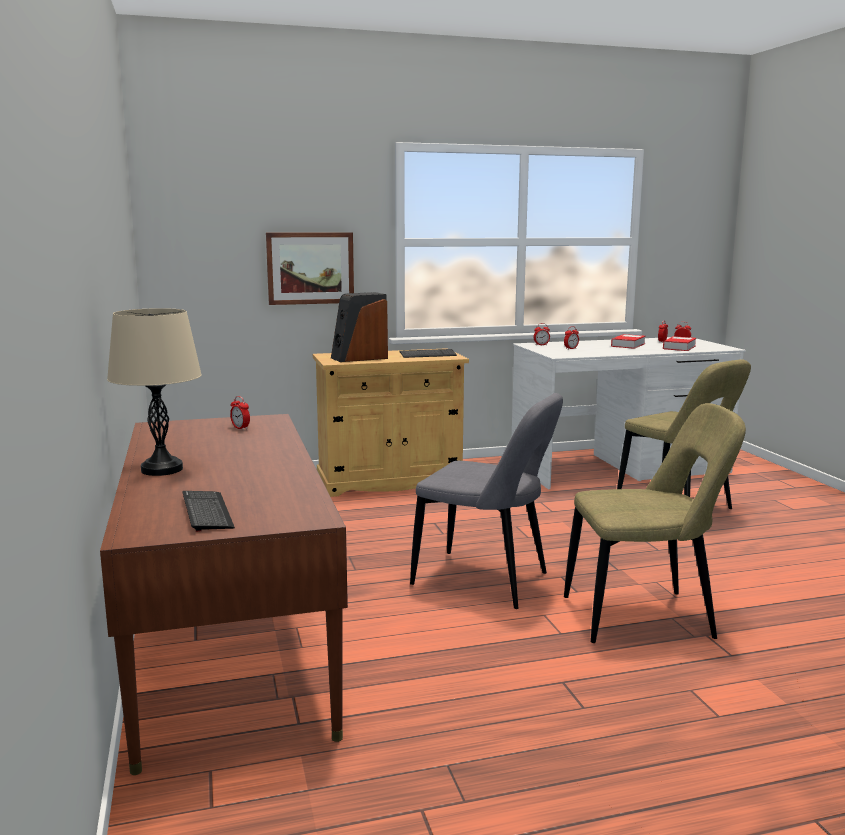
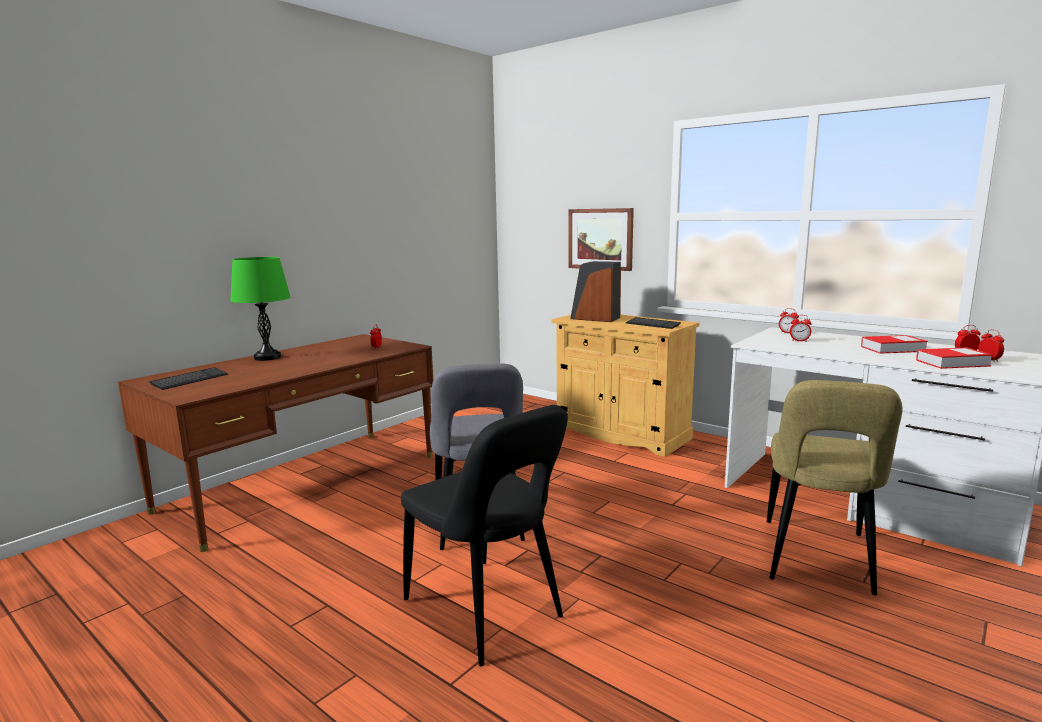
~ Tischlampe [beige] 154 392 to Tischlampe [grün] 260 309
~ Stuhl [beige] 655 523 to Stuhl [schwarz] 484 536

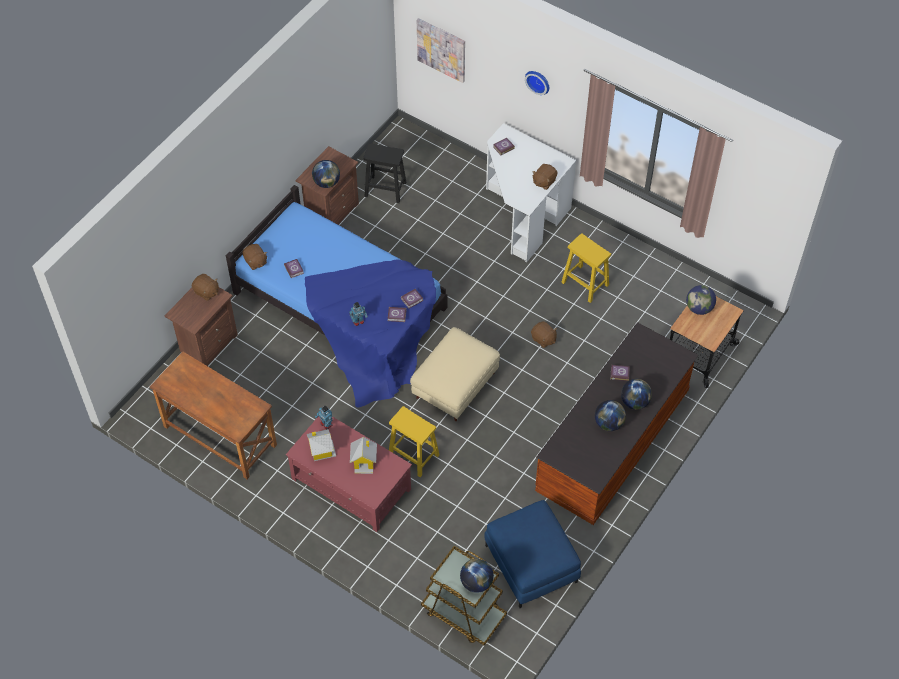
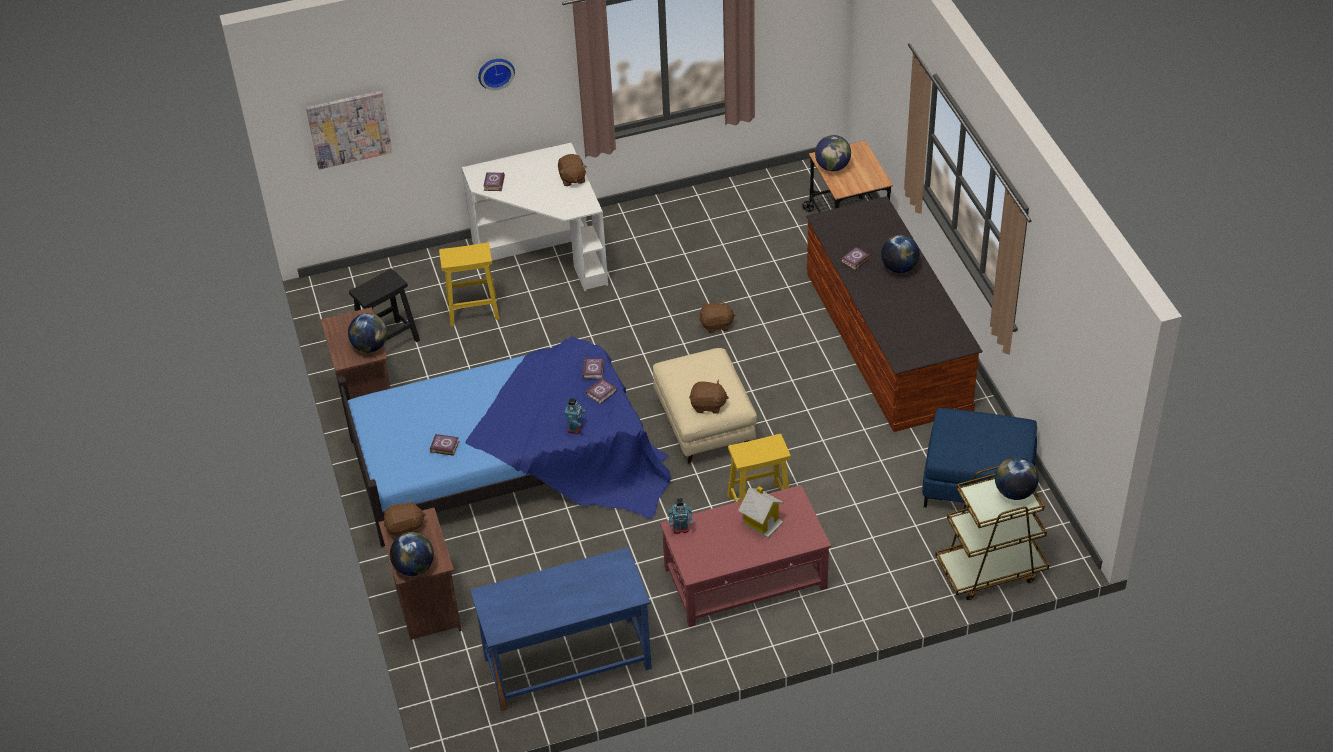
~ Schreibtisch [braun] 213 415 to Schreibtisch [blau] 561 629
~ Plüschtier [braun] 255 257 to 709 397
- Spielzeughaus 321 445
~ Hocker [gelb] 586 268 to 469 284
~ Globus 610 415 to 412 554

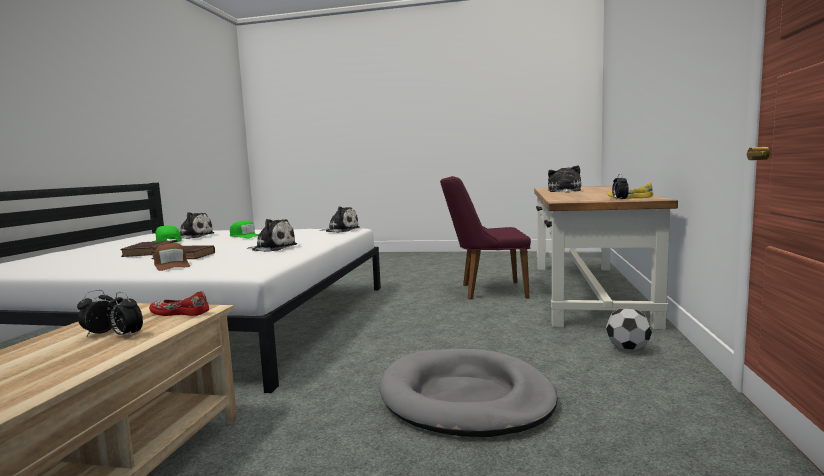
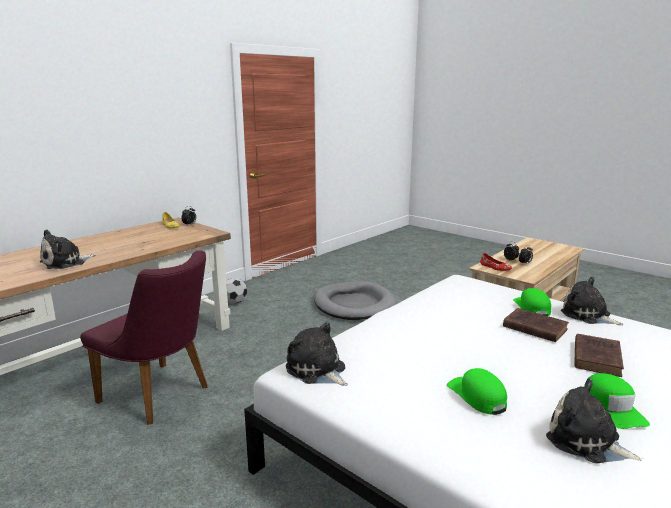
~ Kappe [braun] 172 257 to Kappe [grün] 532 302
~ Plüschtier 271 235 to 592 301

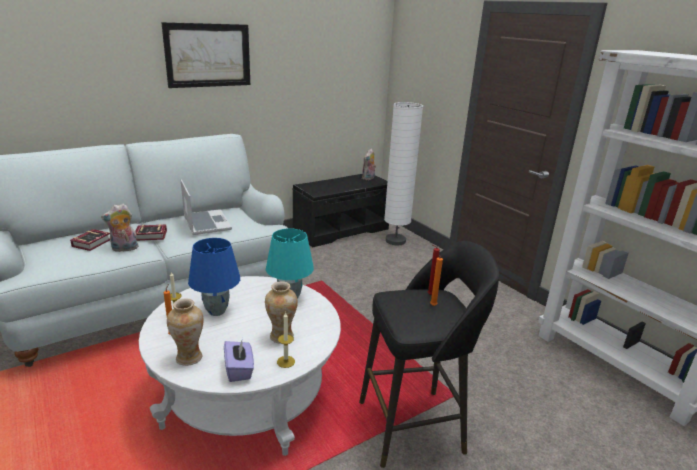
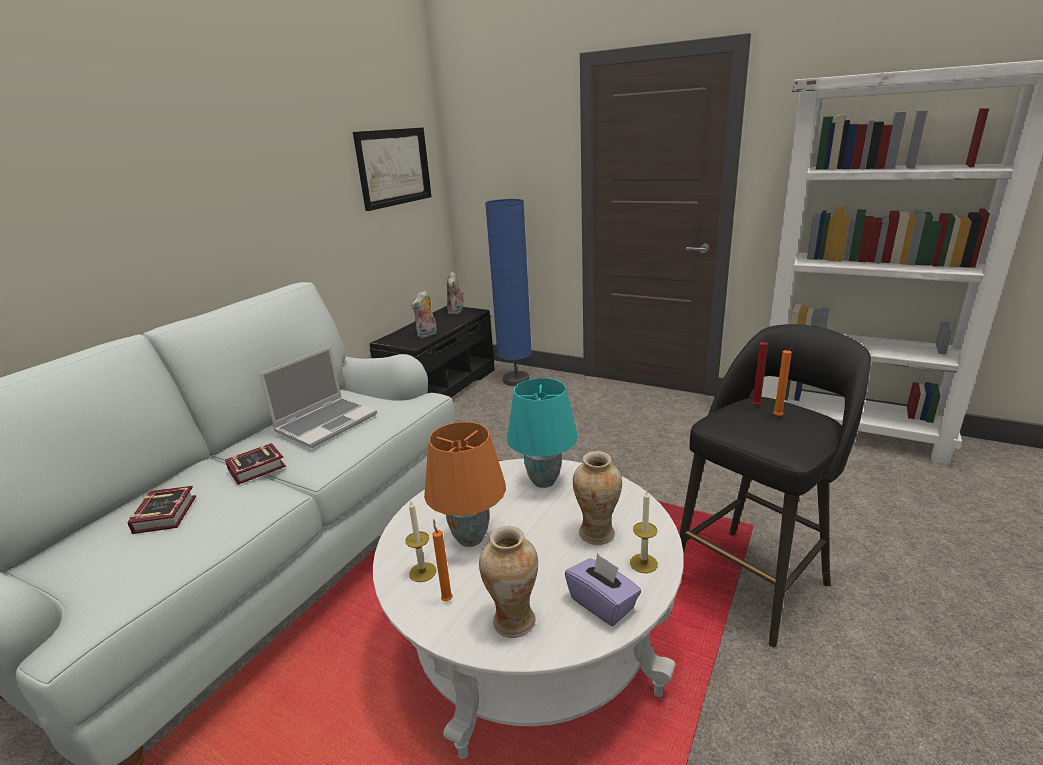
~ Plüschtier 120 228 to 424 314
~ Bild 205 55 to 392 169
~ Laptop 206 207 = 318 397 90 degrees clockwise
~ Tischlampe [blau] 214 277 to Tischlampe [orange] 465 484
~ Stehlampe [weiß] 403 173 to Stehlampe [blau] 508 292

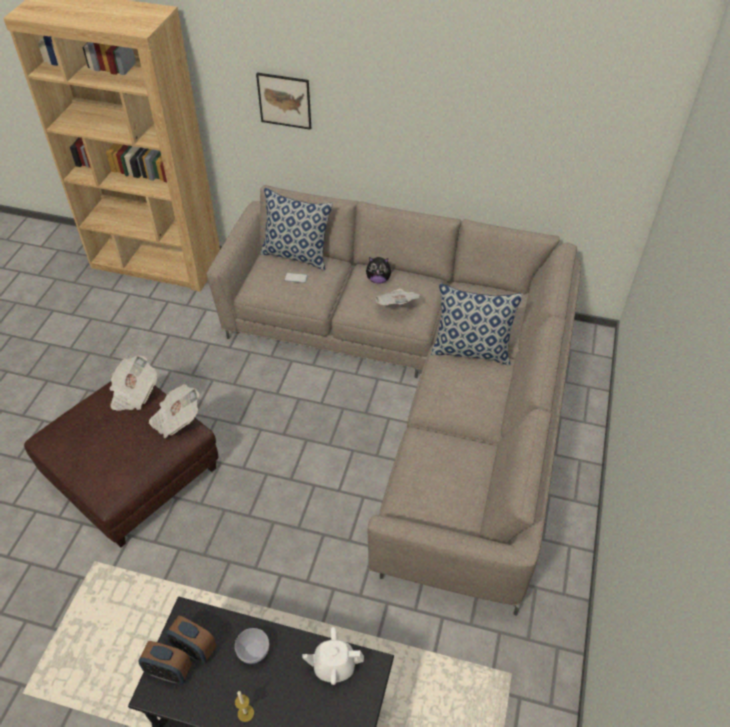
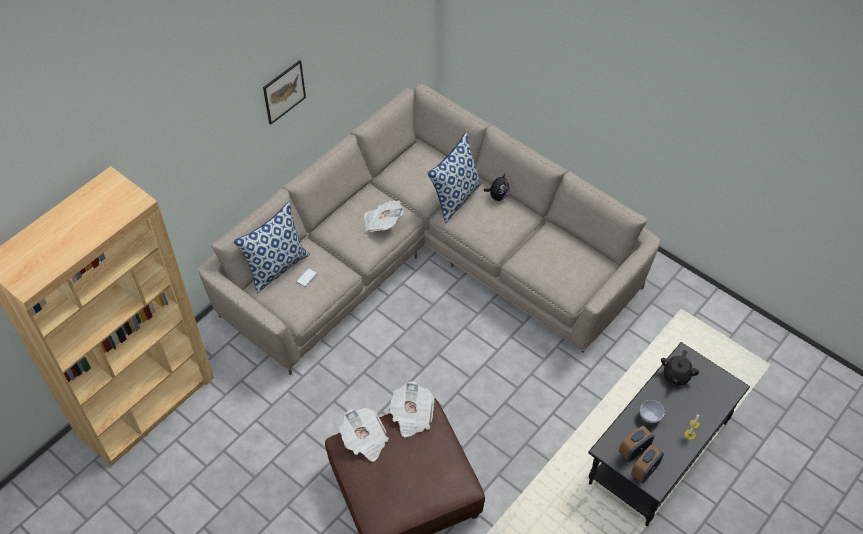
~ Bild 283 101 to 284 92
~ Teekanne [weiß] 333 656 to Teekanne [schwarz] 680 367
~ Plüschtier 379 270 to 497 187

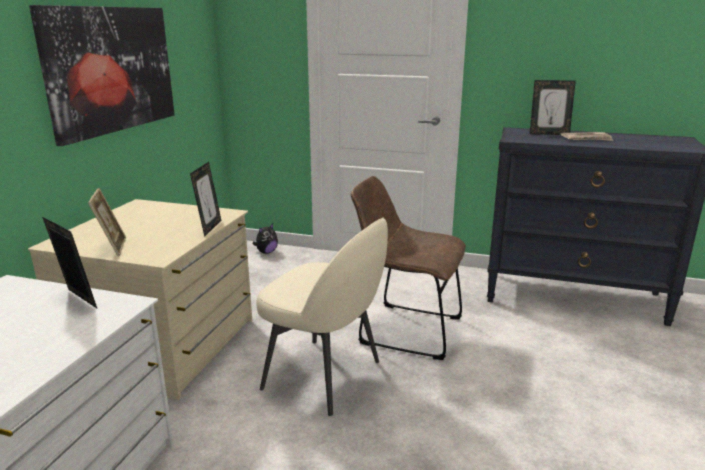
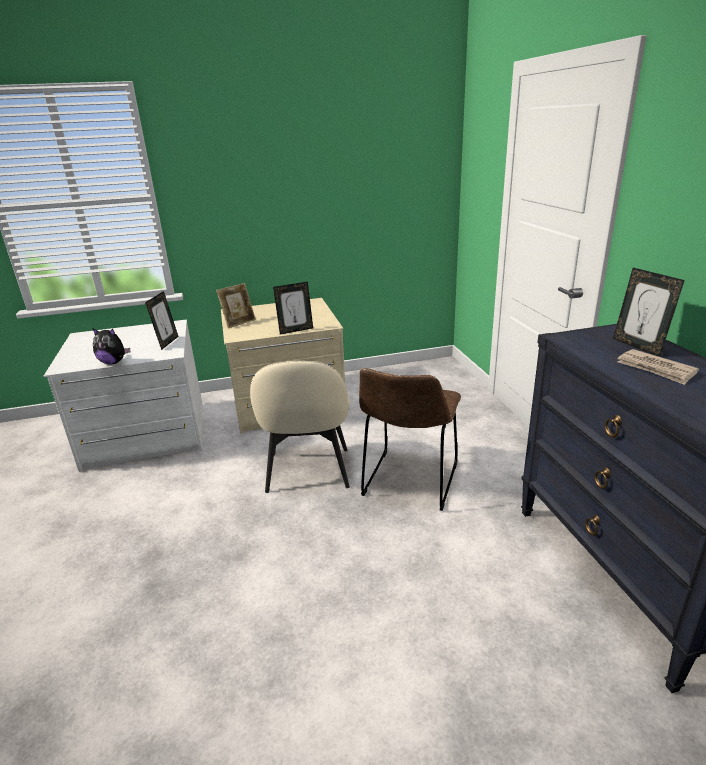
- Bild 102 75
~ Plüschtier 265 239 to 111 346
~ Stuhl [braun] 408 268 = 410 439 150 degrees counterclockwise

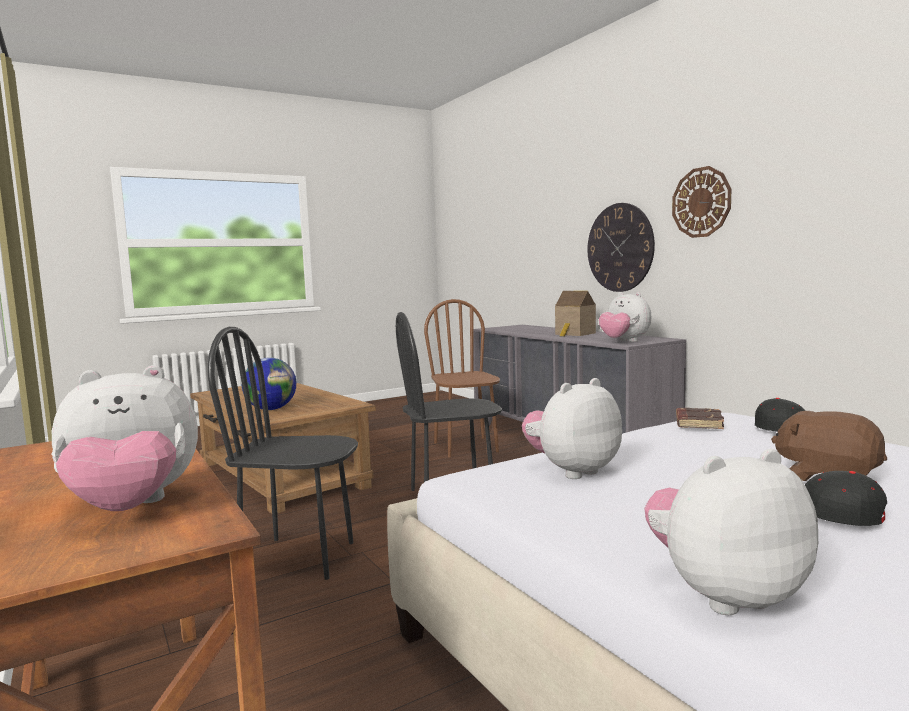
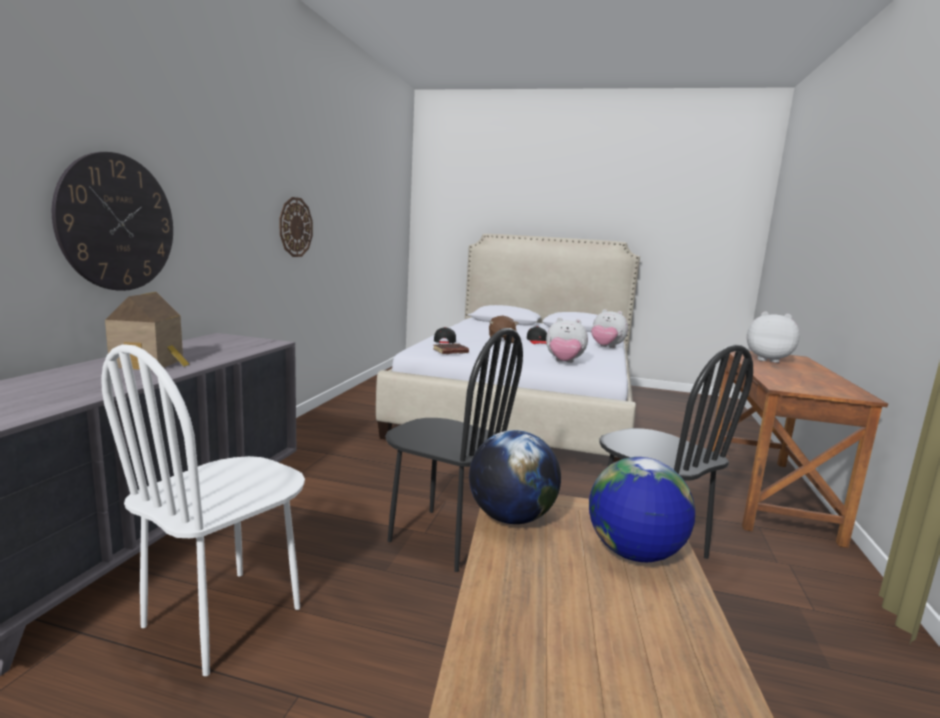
~ Stuhl [braun] 462 378 to Stuhl [weiß] 203 510
- Plüschtier 625 317
~ Wanduhr 701 202 to 296 227
+ Globus 515 477

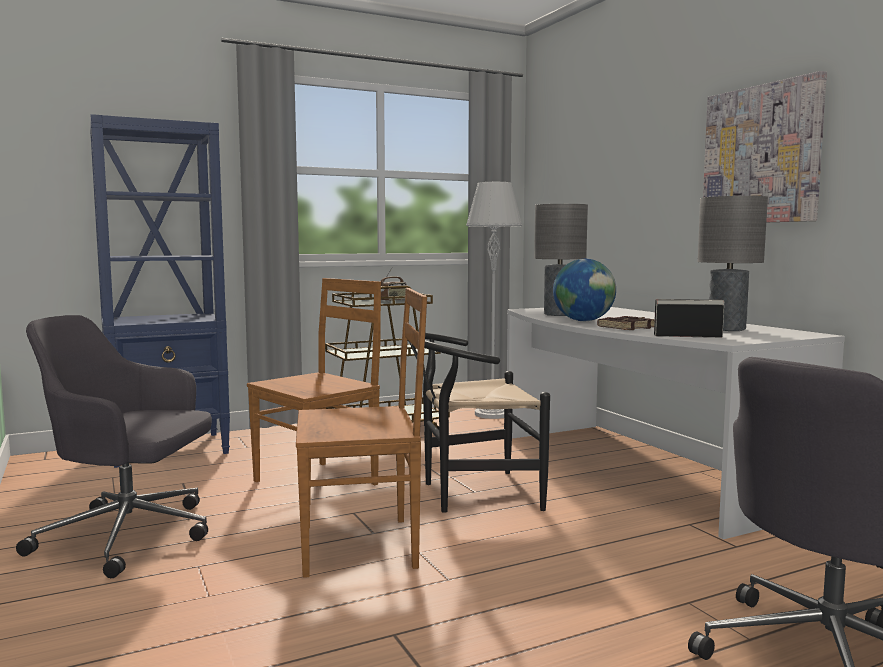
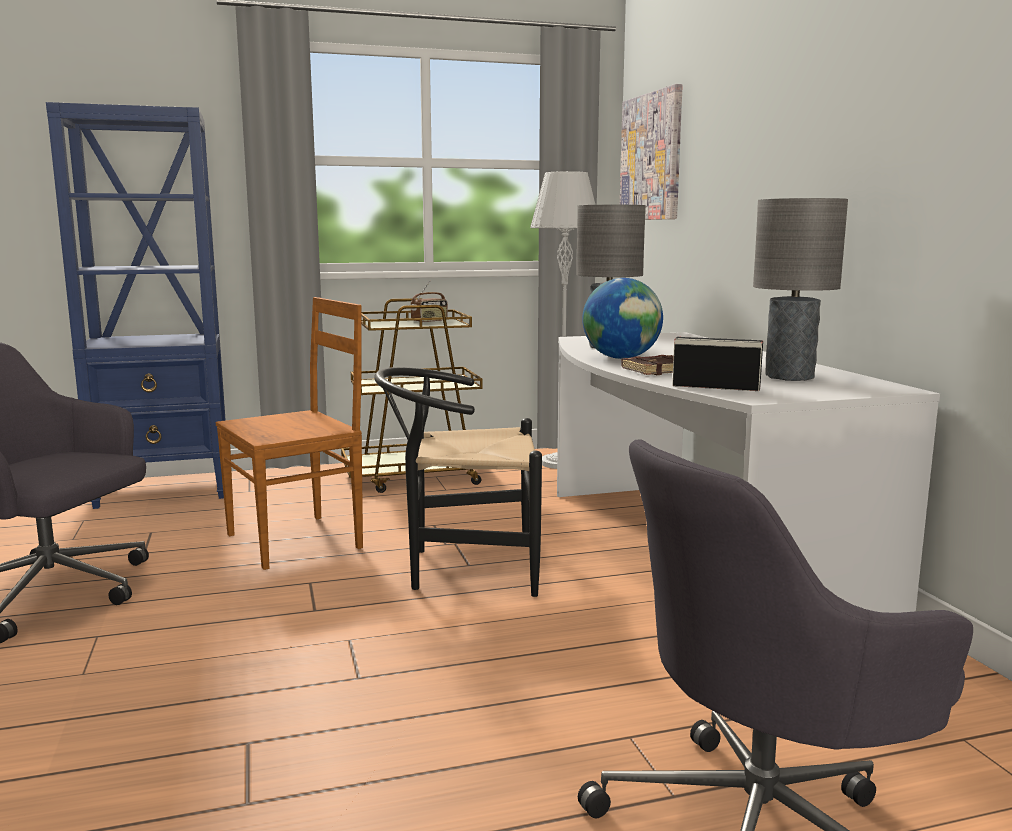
- Stuhl [braun] 361 433
~ Bild 765 146 to 651 152

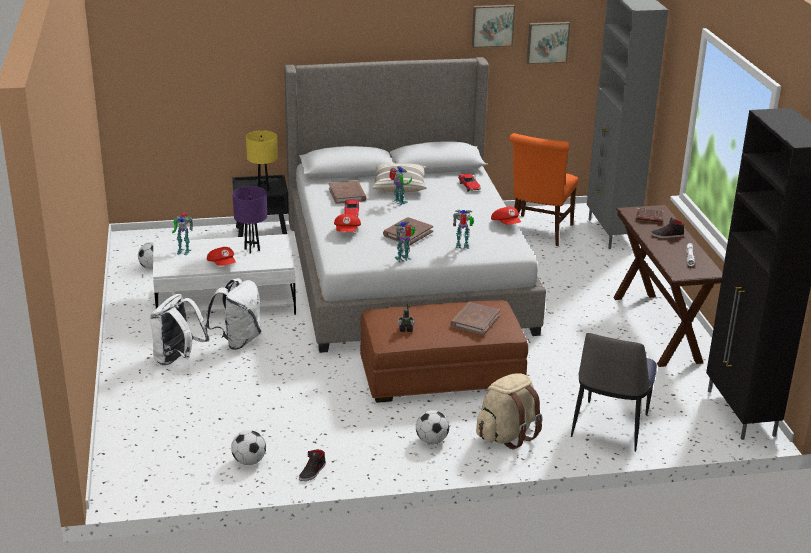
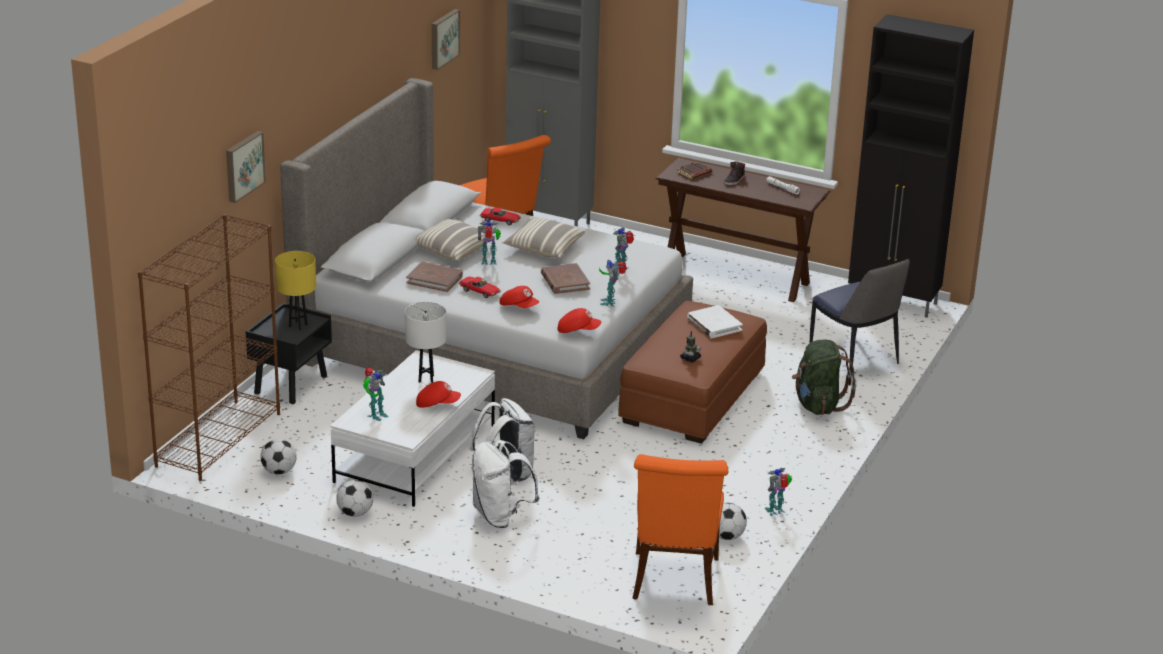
~ Tischlampe [lila] 249 220 to Tischlampe [weiß] 425 342
~ Schuh [schwarz] 312 465 to Spielzeugroboter 778 492
~ Fußball 432 427 to 354 498
~ Buch [braun] 475 318 to Buch [weiß] 715 321
~ Bild 493 26 to 246 167
~ Rucksack [beige] 509 411 to Rucksack [grün] 824 377
~ Kappe [rot] 506 216 to 579 320
+ Bücherregal [braun] 209 347
+ Kissen 543 238
+ Stuhl [orange] 680 529

